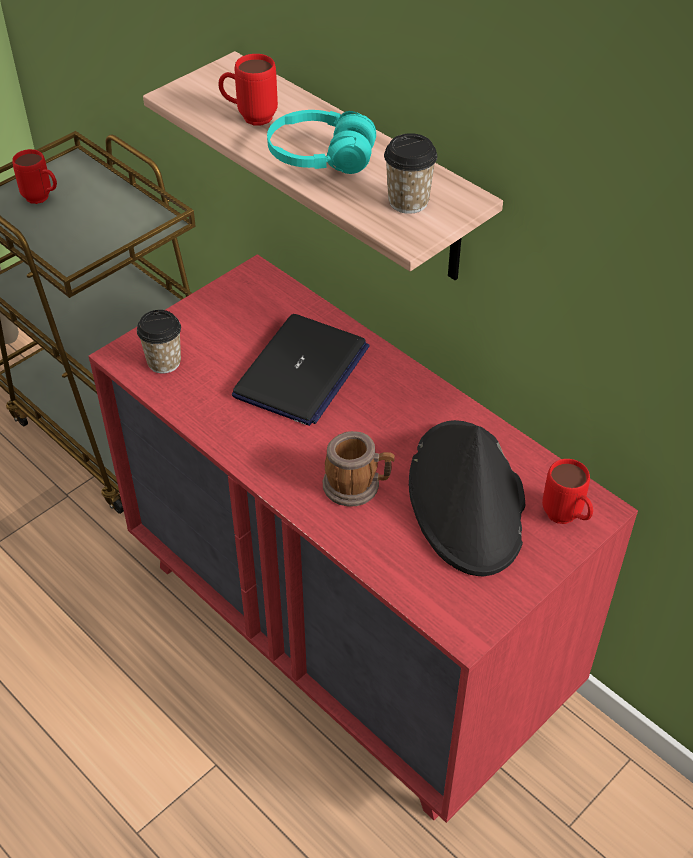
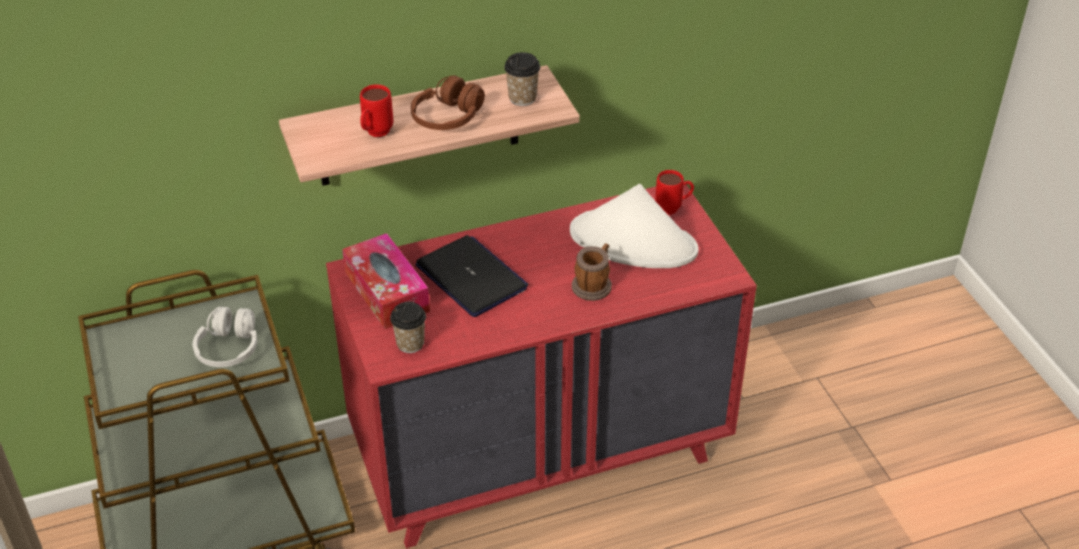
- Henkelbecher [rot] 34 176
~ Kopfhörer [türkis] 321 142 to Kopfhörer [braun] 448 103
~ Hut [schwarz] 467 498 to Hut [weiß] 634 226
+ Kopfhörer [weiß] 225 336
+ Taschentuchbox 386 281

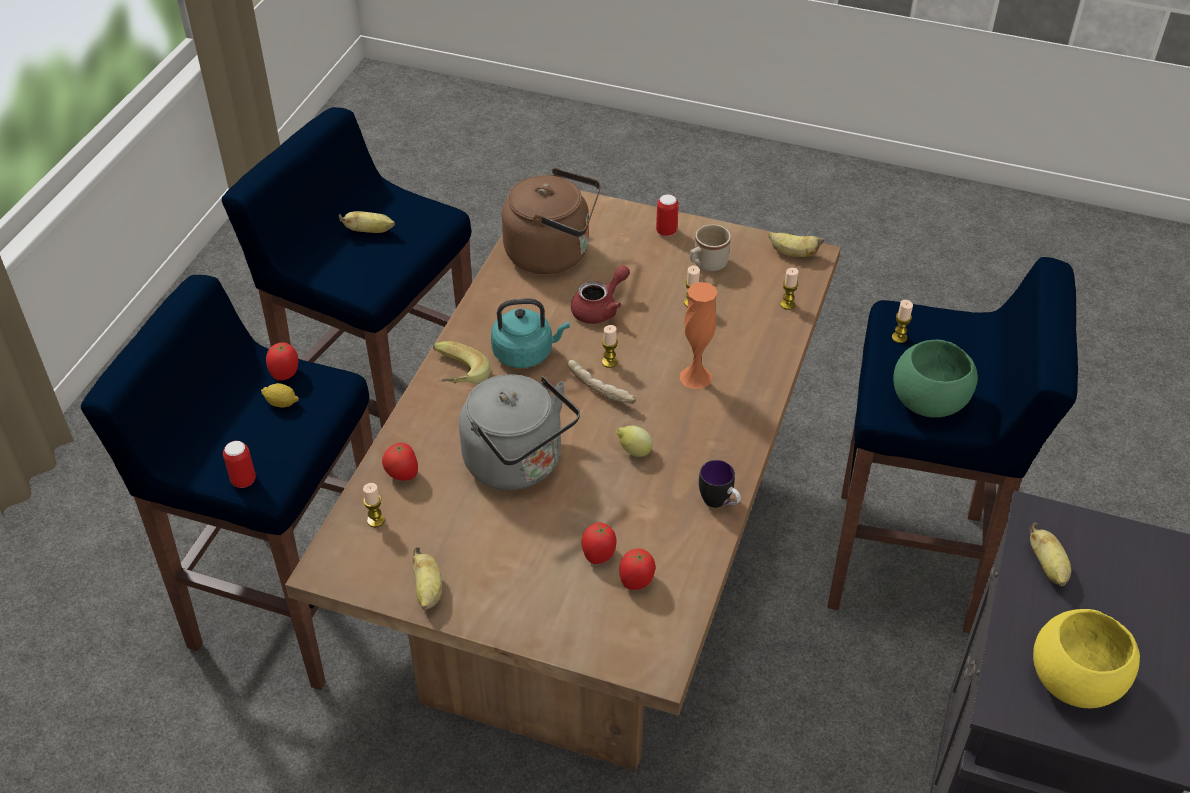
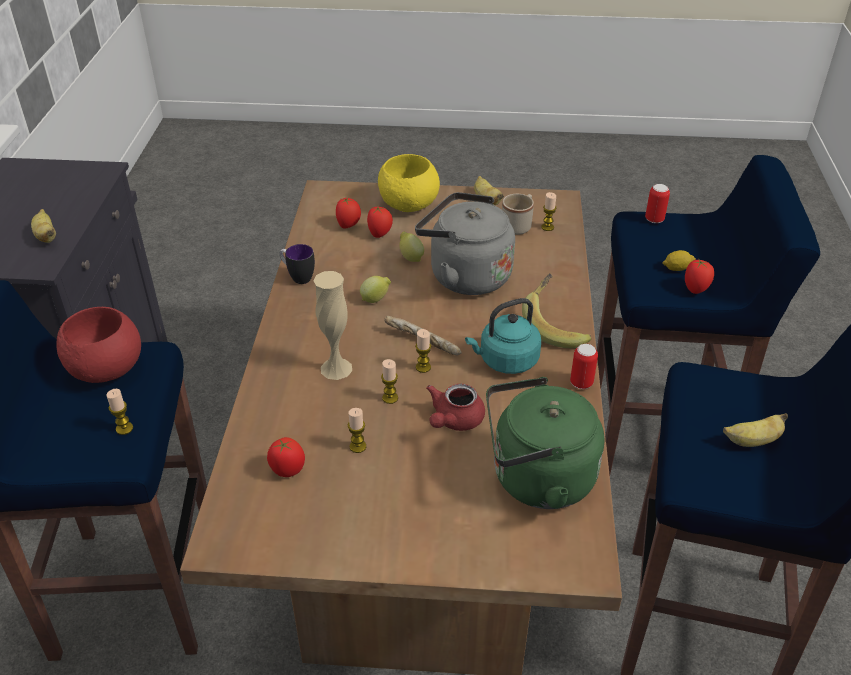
~ Tomate 400 462 to 286 457
~ Wasserkessel [braun] 551 221 to Wasserkessel [grün] 545 443
~ Dose 667 215 to 584 366
~ Vase [orange] 698 335 to Vase [beige] 332 325
~ Henkelbecher [beige] 710 247 to 518 214
- Banane 796 244
~ Kerze 789 289 to 389 381
~ Schüssel [grün] 935 379 to Schüssel [rot] 98 345
~ Schüssel [gelb] 1086 658 to 409 183
+ Zitrone 412 247

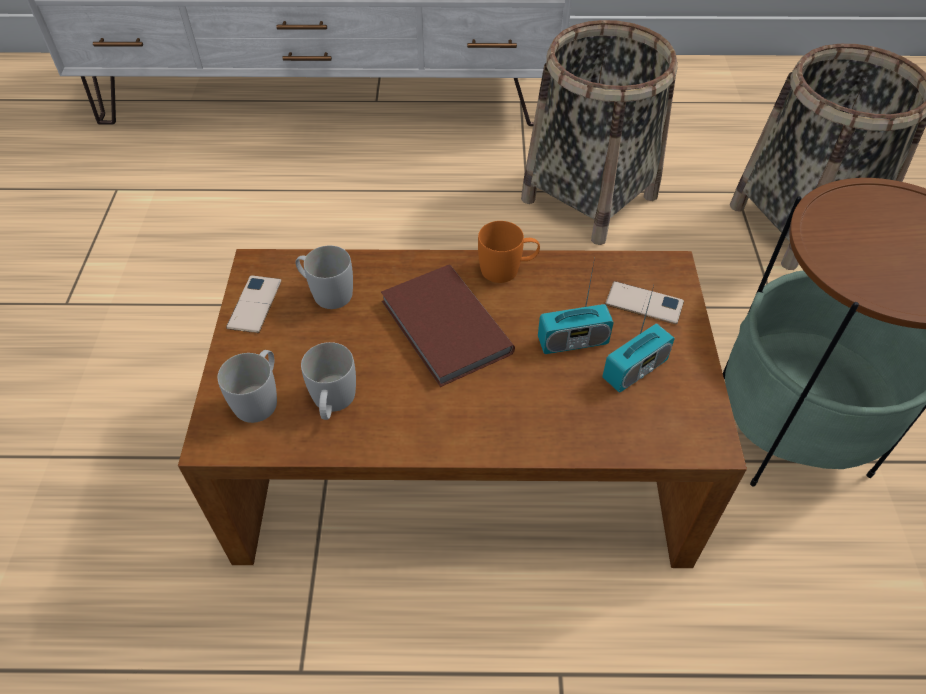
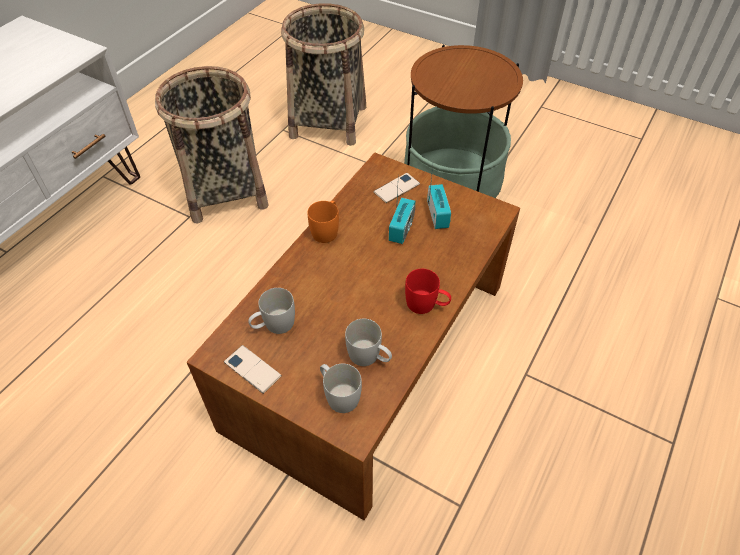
- Buch [braun] 448 326
+ Henkelbecher [rot] 428 291

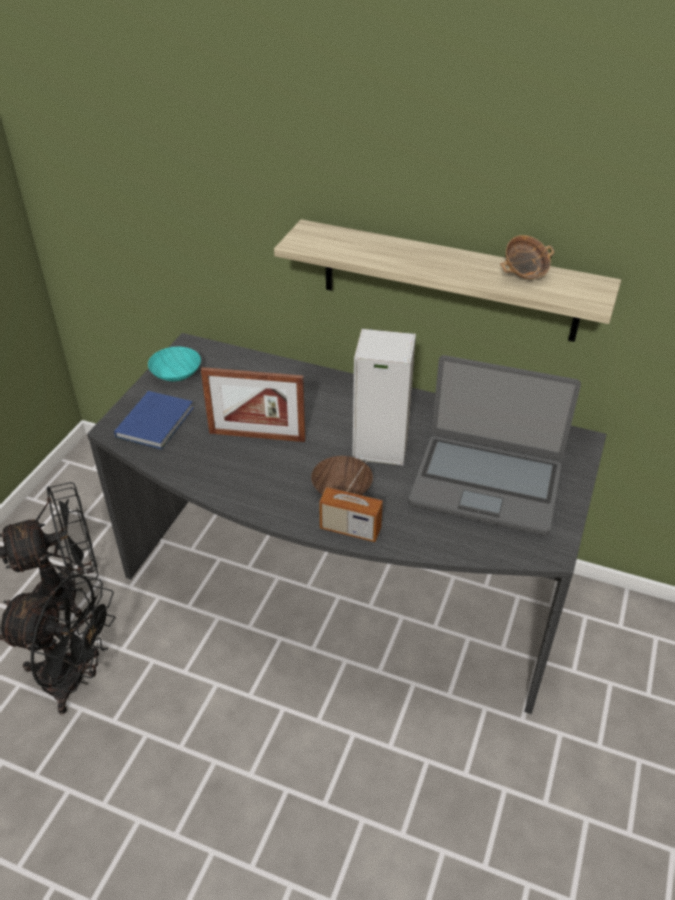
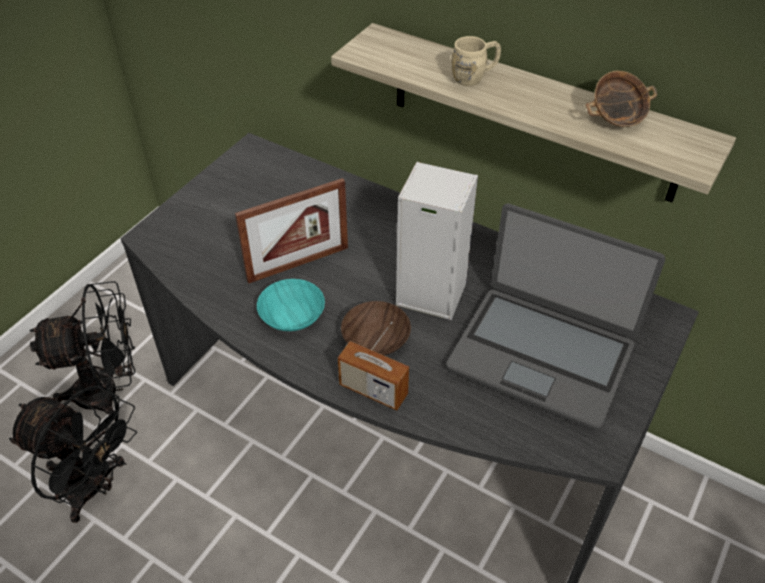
- Buch [blau] 154 420
~ Schüssel [türkis] 174 364 to 291 305
~ Bilderrahmen 253 404 = 291 230 45 degrees counterclockwise
+ Henkelbecher [beige] 476 61

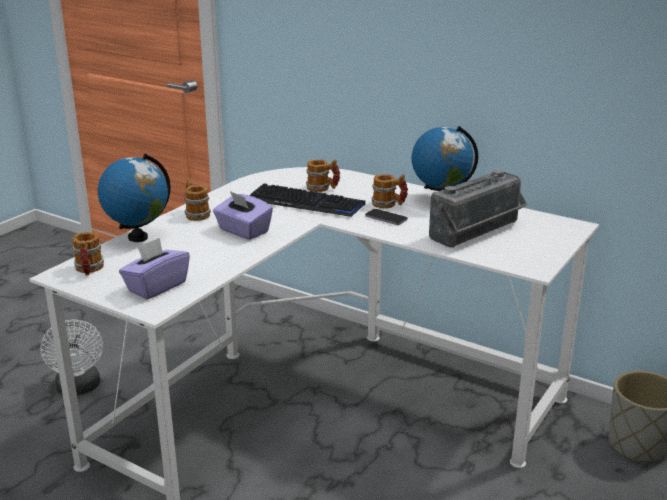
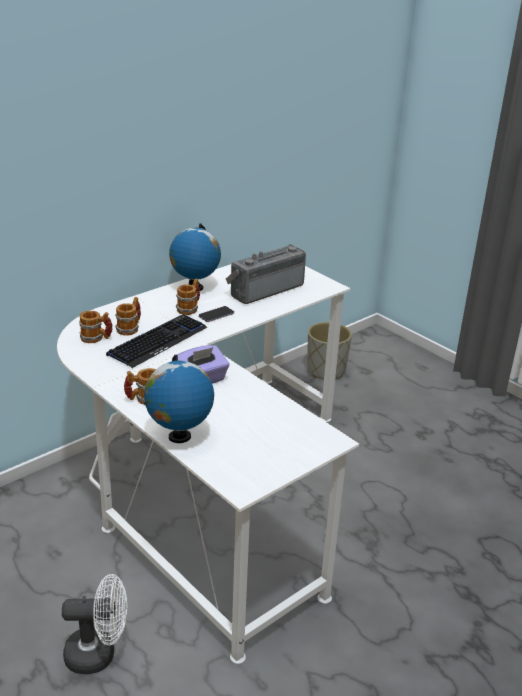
~ Henkelbecher 88 254 to 96 327
- Taschentuchbox [lila] 154 268
~ Radio 478 209 = 266 274 105 degrees counterclockwise

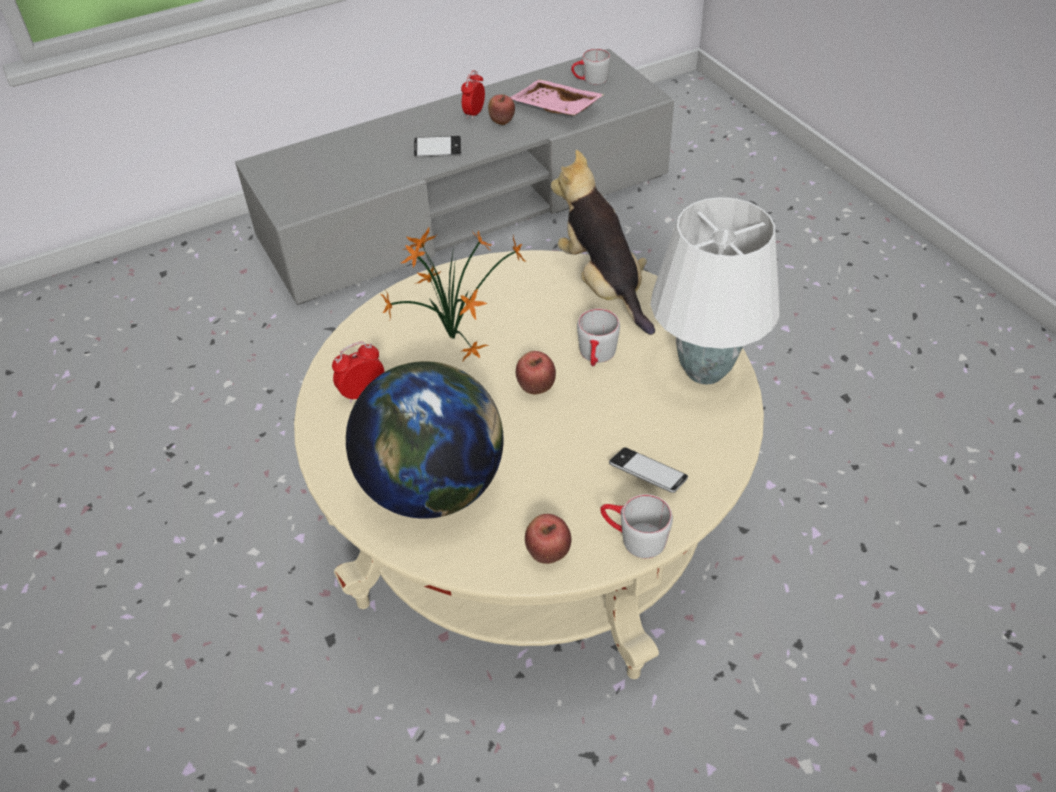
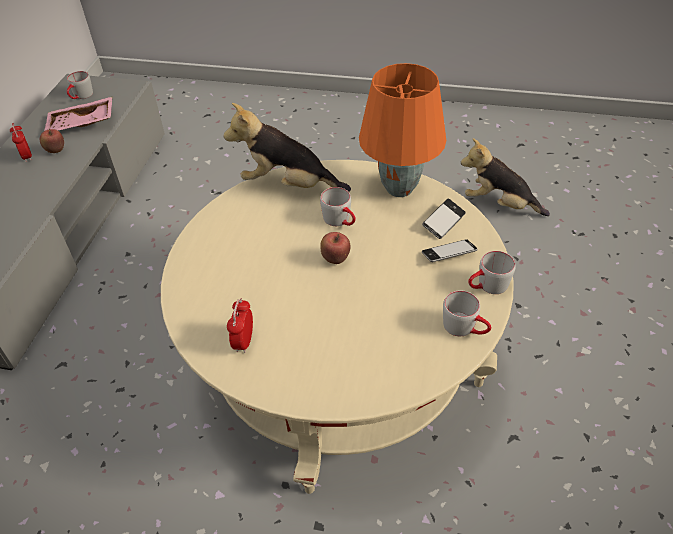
- Globus 424 440
- Topfpflanze 453 294
~ Handy 437 146 to 444 219
~ Apfel 548 539 to Henkelbecher [grau] 467 313
~ Tischlampe [weiß] 715 290 to Tischlampe [orange] 402 130
+ Plüschtier 505 177

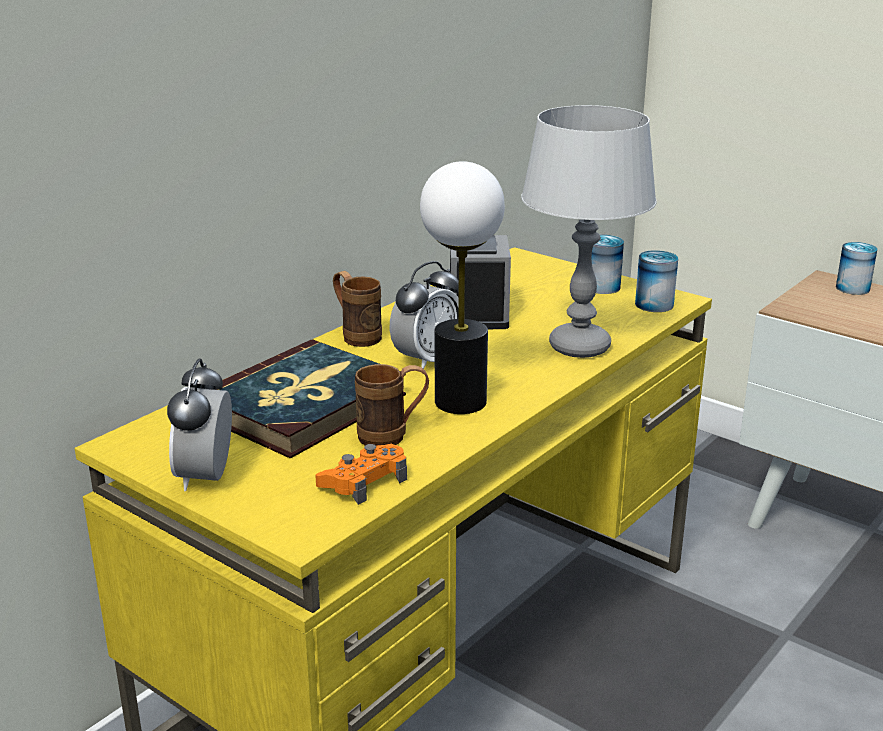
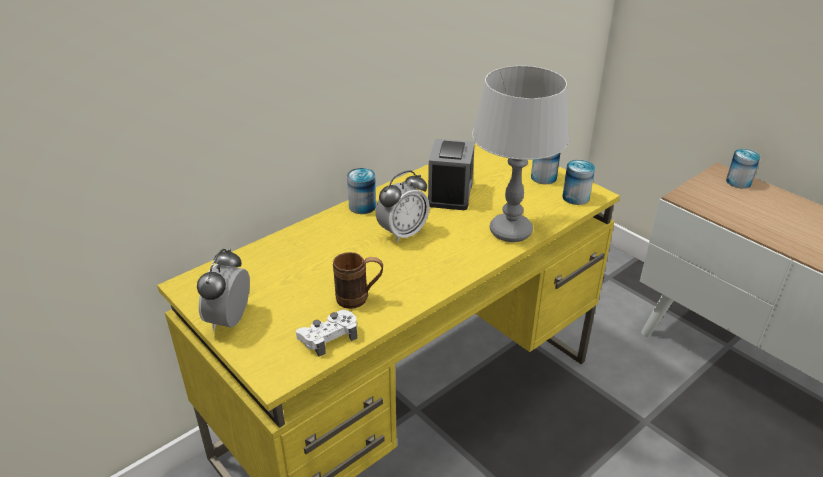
- Buch 309 398
~ Gamepad [orange] 361 474 to Gamepad [weiß] 326 333
~ Henkelbecher [braun] 357 309 to Dose 361 191
- Tischlampe 462 287

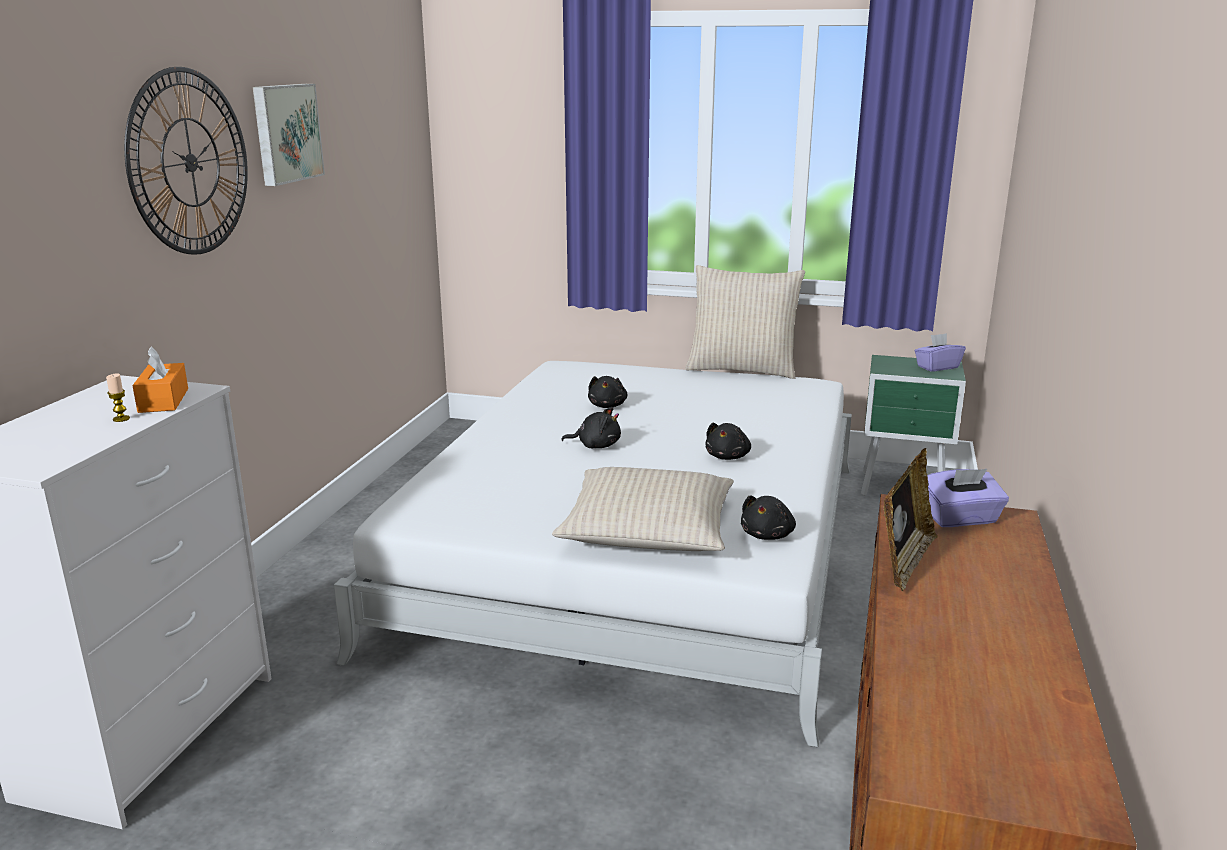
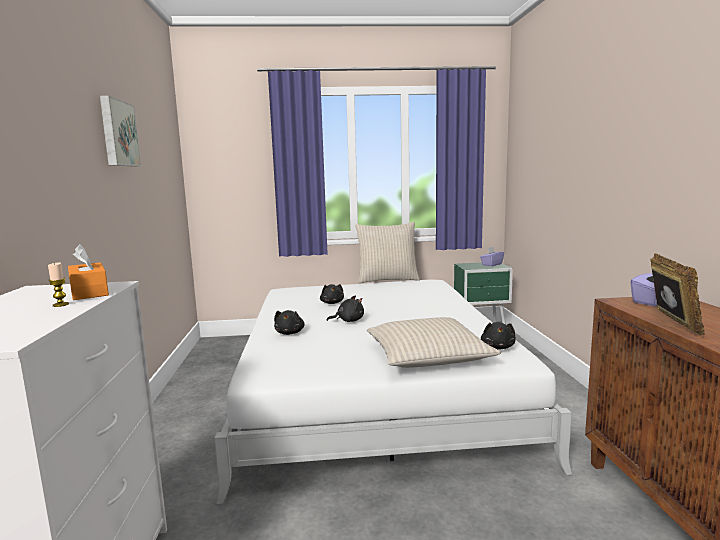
- Wanduhr 186 161
~ Plüschtier [schwarz] 728 441 to 289 322

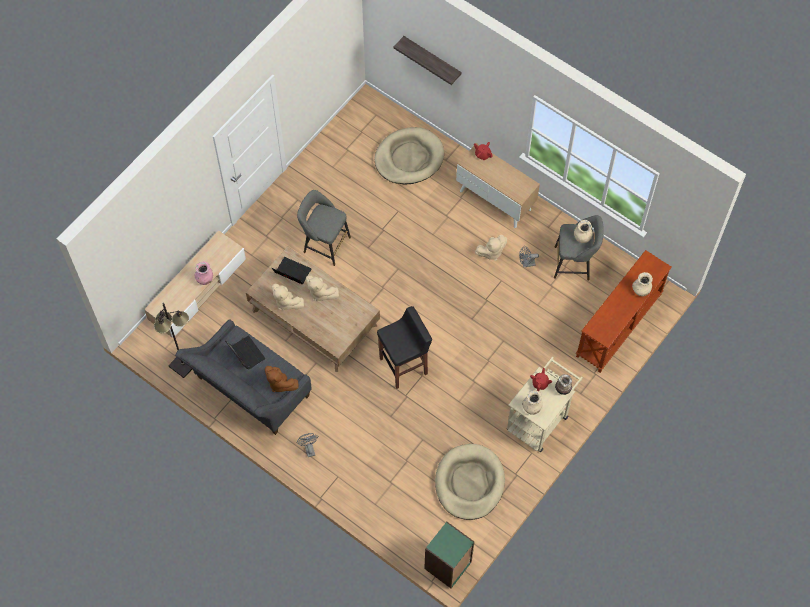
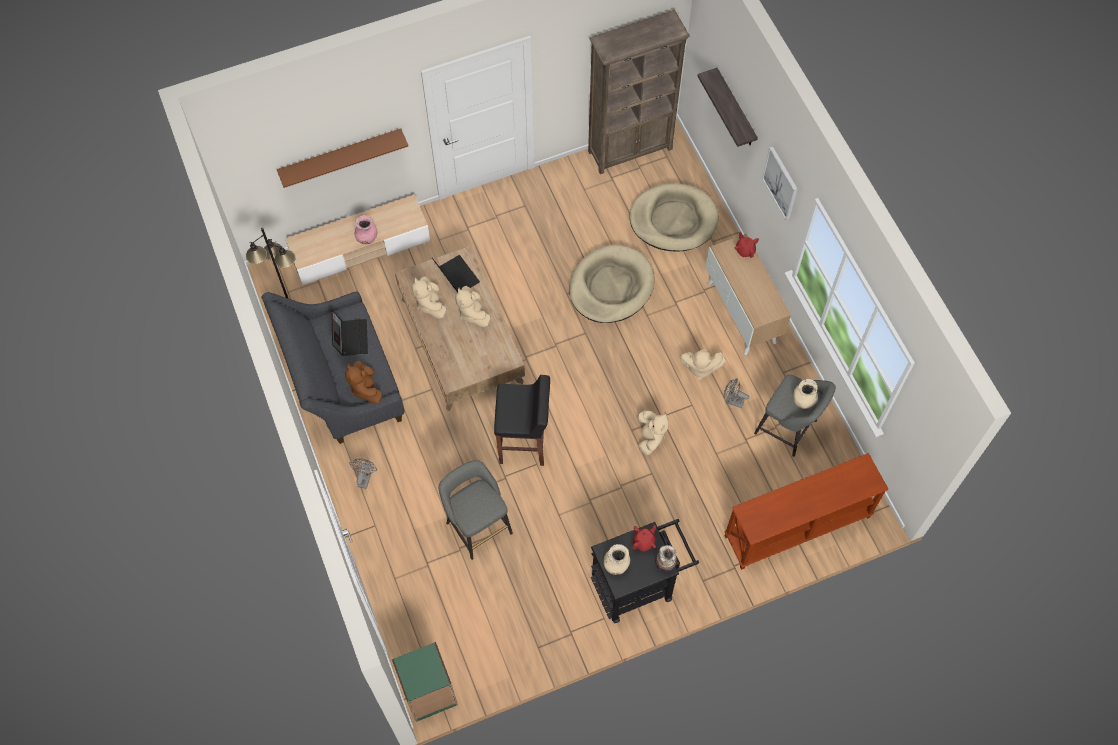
~ Hocker [grau] 324 228 to 476 510
~ Hundebett [beige] 470 482 to 612 284
~ Rollwagen [beige] 545 404 to Rollwagen [schwarz] 645 571
- Vase [beige] 642 284
+ Wandregal [braun] 342 158
+ Bücherregal [braun] 639 92
+ Plüschtier [beige] 653 432
+ Bild 780 183

